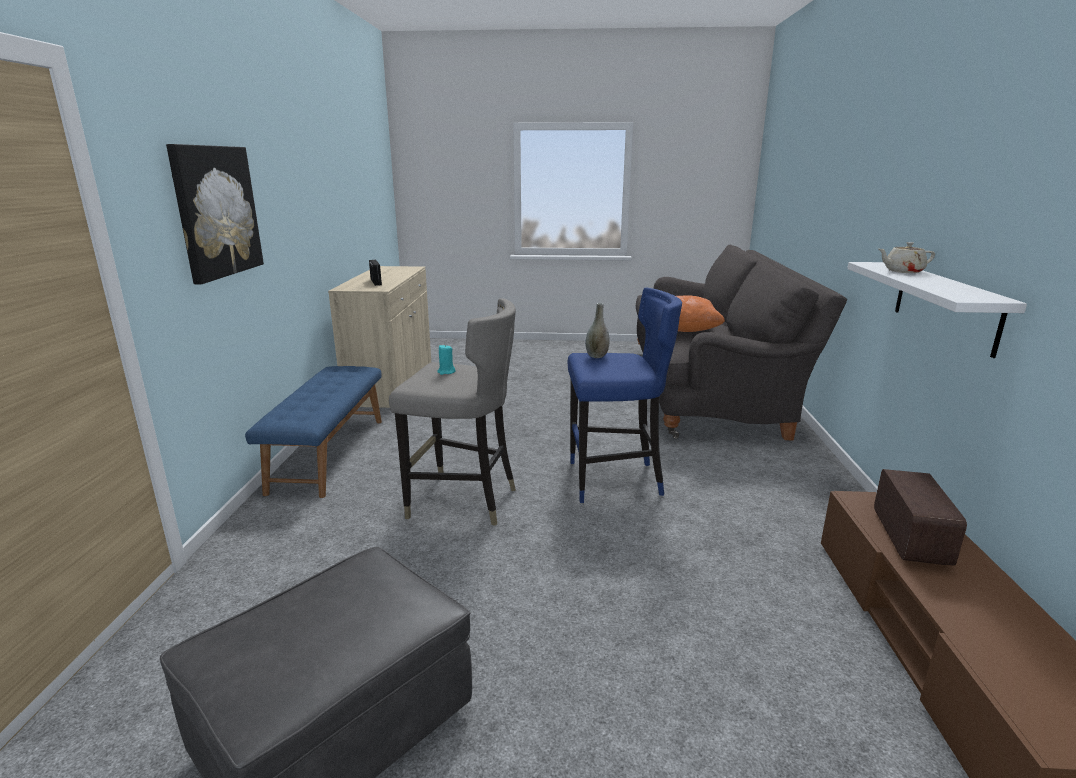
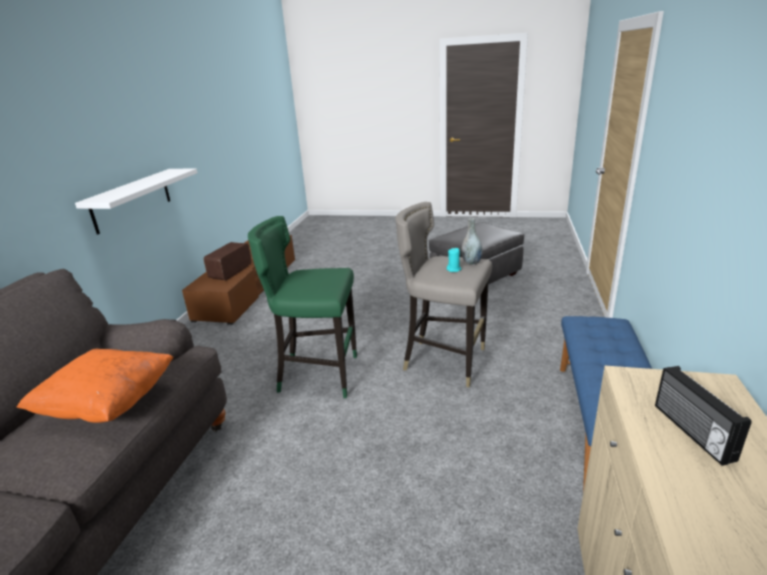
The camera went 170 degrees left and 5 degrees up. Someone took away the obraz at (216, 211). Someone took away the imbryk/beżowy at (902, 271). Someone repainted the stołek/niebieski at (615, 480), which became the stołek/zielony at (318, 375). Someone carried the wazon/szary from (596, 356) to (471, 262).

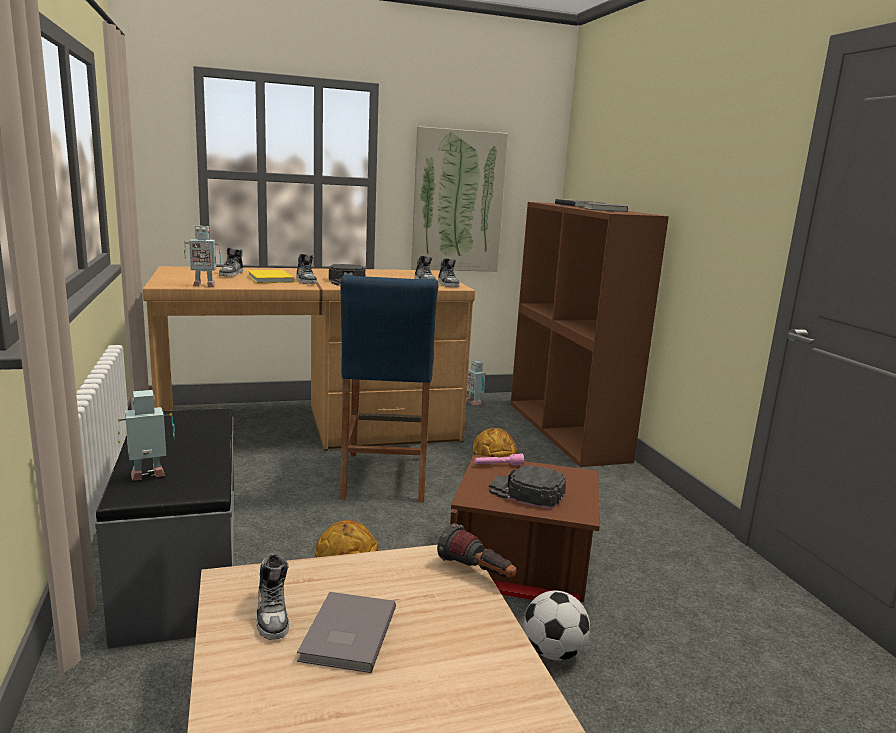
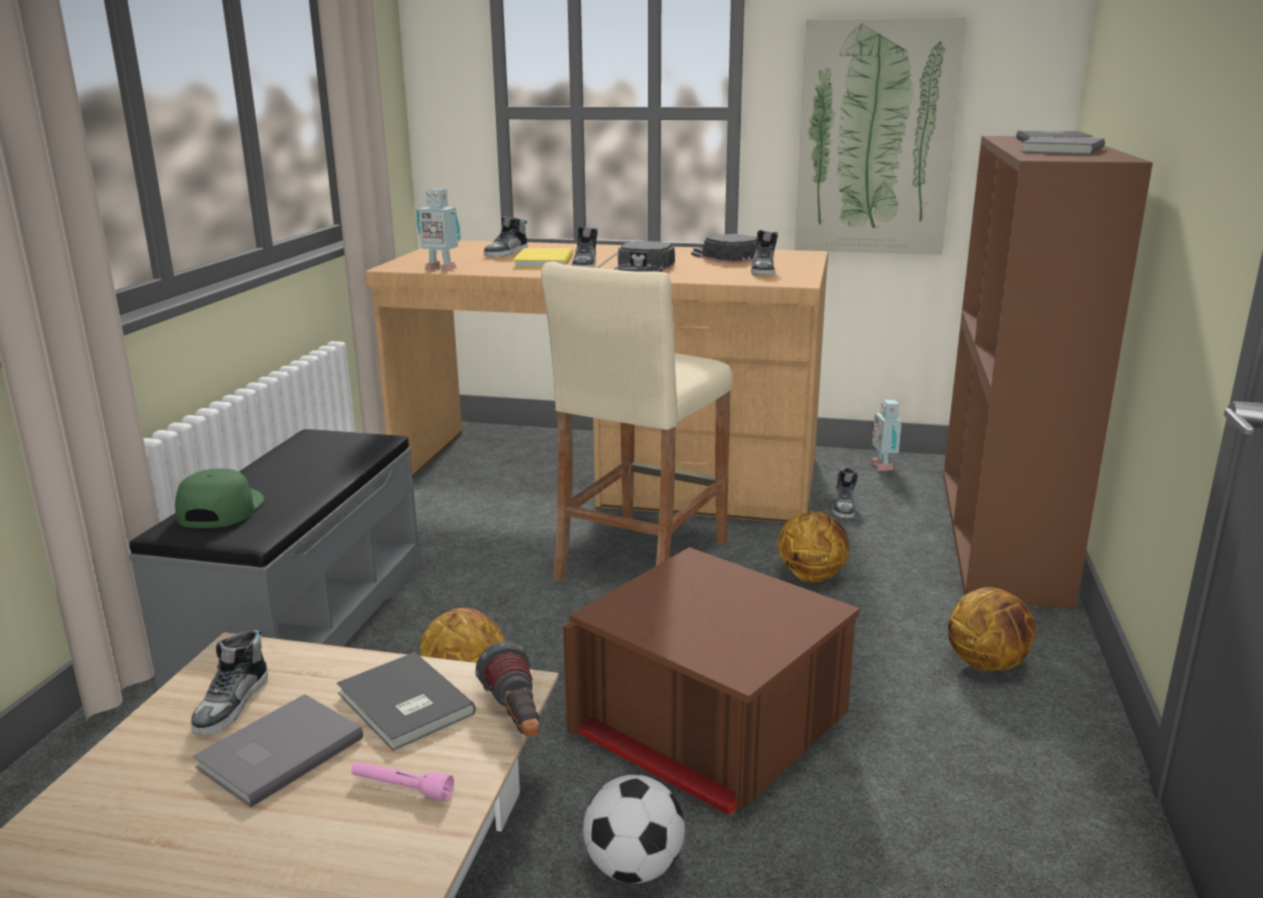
The camera went 30 degrees right and 5 degrees up. Someone carried the but from (448, 284) to (844, 507). Someone repainted the stołek/niebieski at (385, 476), which became the stołek/beżowy at (642, 559). Someone swapped the robot zabawkowy at (149, 476) for the czapka z daszkiem/zielony at (219, 509). Someone carried the latarka/różowy from (498, 465) to (402, 788). Someone carried the czapka z daszkiem/czarny from (527, 493) to (725, 256). Someone put down the piłka do koszykówki at (988, 664). Someone put down the książka/szary at (403, 705).

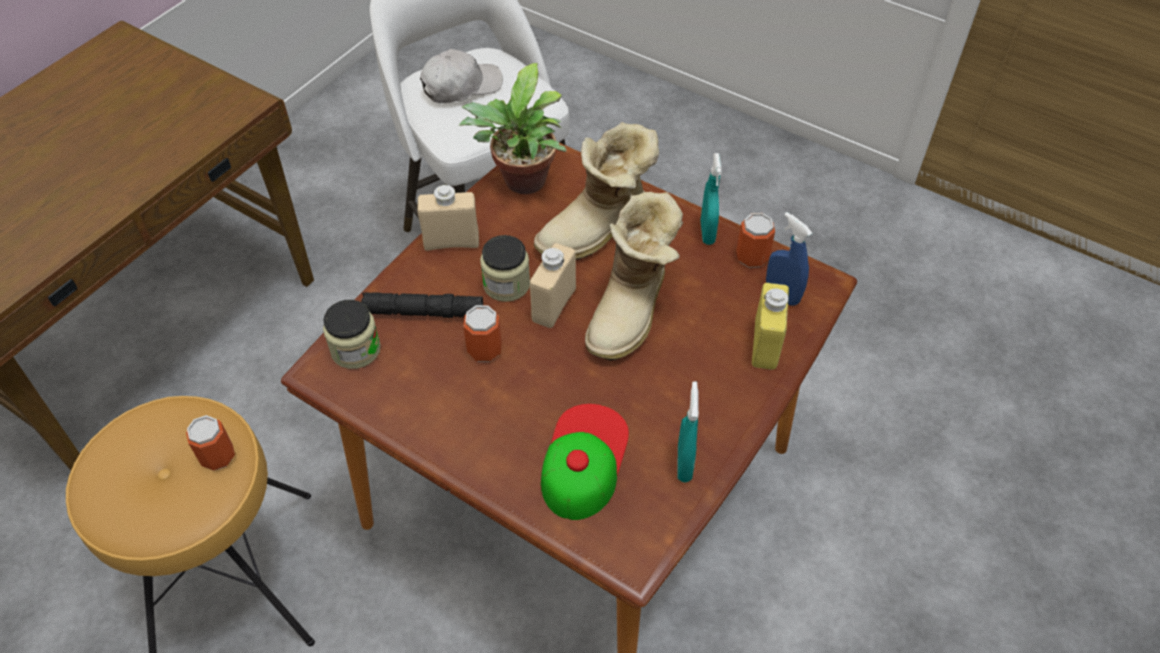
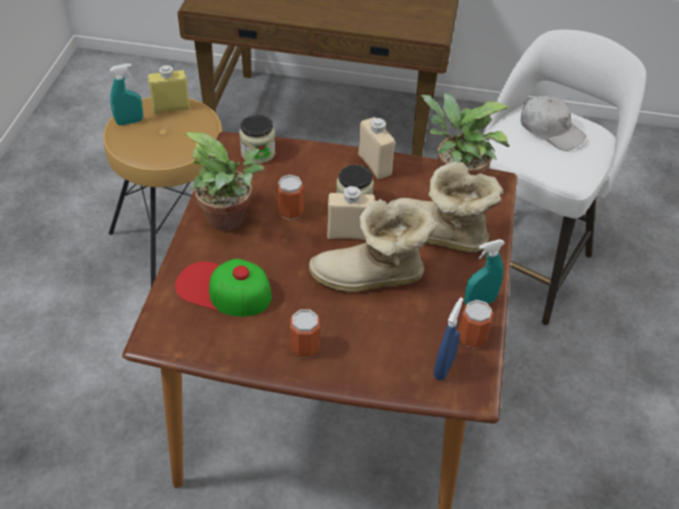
The camera went 65 degrees right and 5 degrees down. Someone carried the butelka/żółty from (765, 345) to (171, 108). Someone took away the latarka/czarny at (422, 312). Someone carried the spryskiwacz/turkusowy from (684, 464) to (129, 122). Someone rotated the czapka z daszkiem at (583, 459) by 150 degrees counterclockwise. Someone carried the puszka from (218, 456) to (304, 347). Someone put down the roślina doniczkowa at (230, 220).

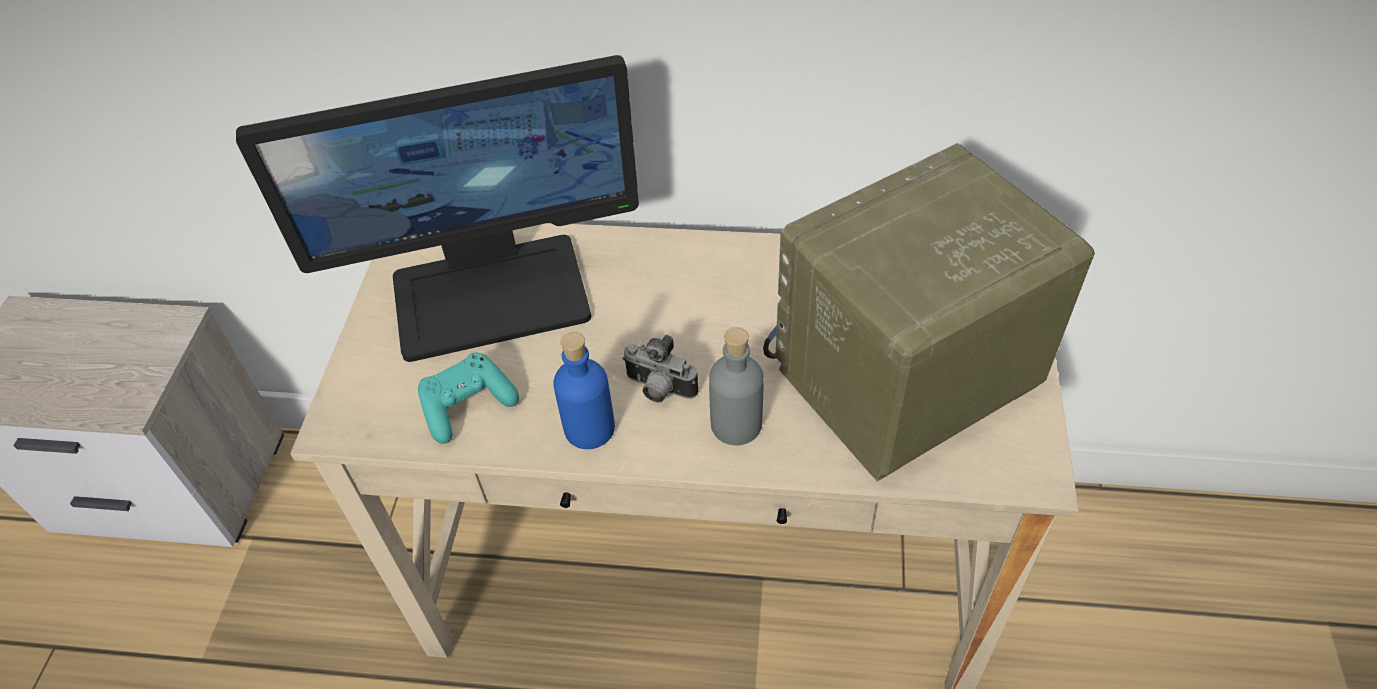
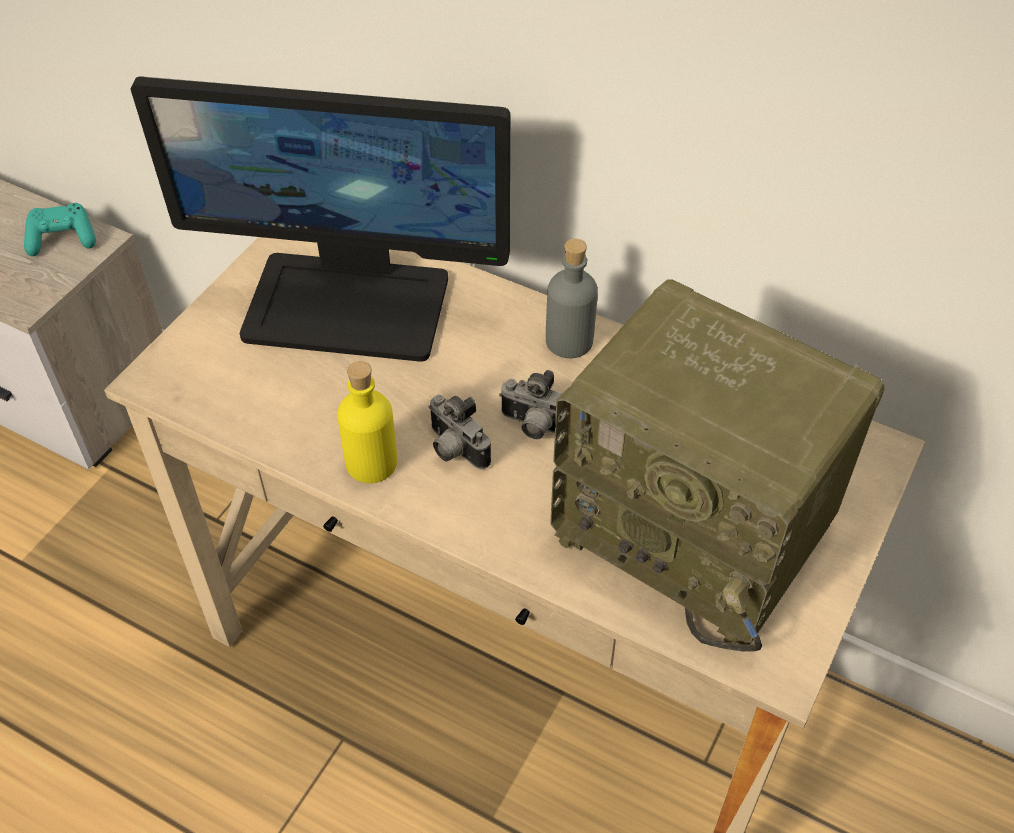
The camera went 20 degrees right and 0 degrees up. Someone rotated the radio at (905, 382) by 135 degrees counterclockwise. Someone carried the butelka/szary from (736, 424) to (569, 341). Someone repainted the butelka/niebieski at (589, 428), which became the butelka/żółty at (371, 462). Someone carried the pad do gier/turkusowy from (468, 406) to (62, 239). Someone put down the aparat fotograficzny at (535, 427).

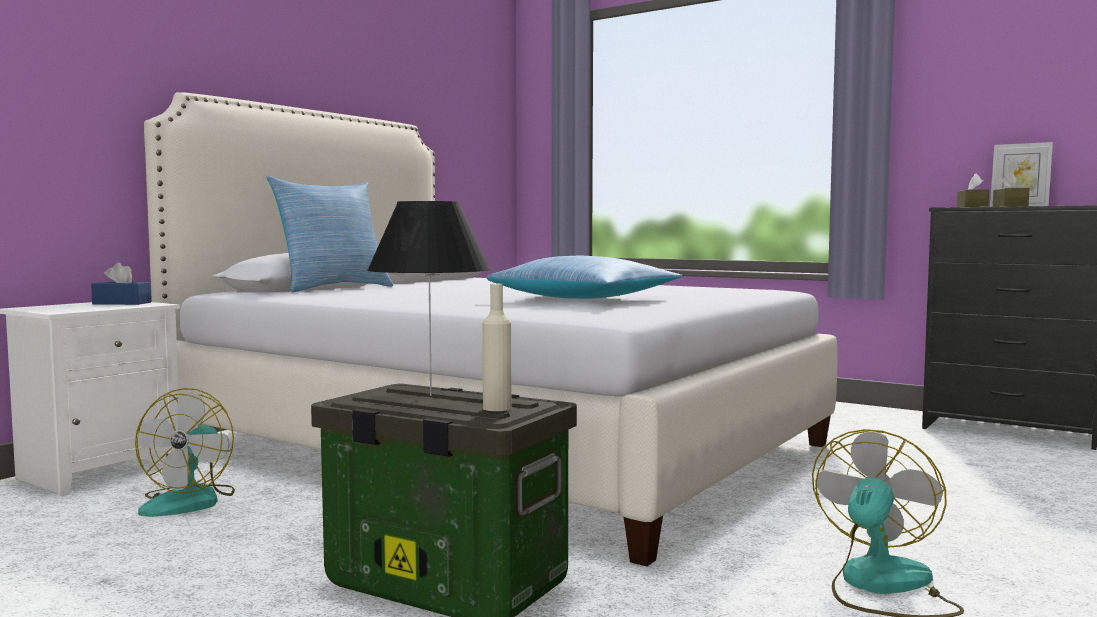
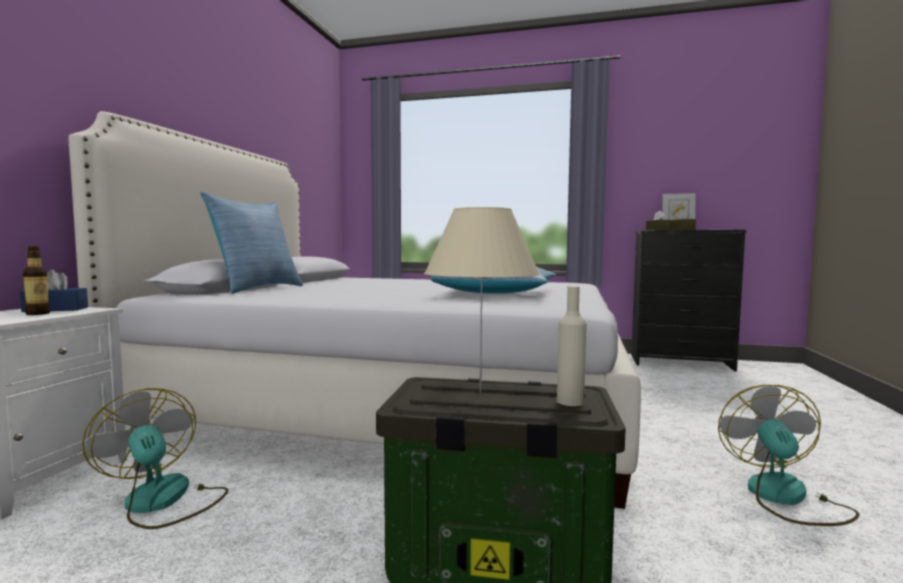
The camera went 20 degrees left and 0 degrees up. Someone repainted the lampa stołowa/czarny at (430, 395), which became the lampa stołowa/beżowy at (480, 391). Someone rotated the wentylator at (190, 501) by 150 degrees clockwise. Someone put down the butelka at (38, 313).

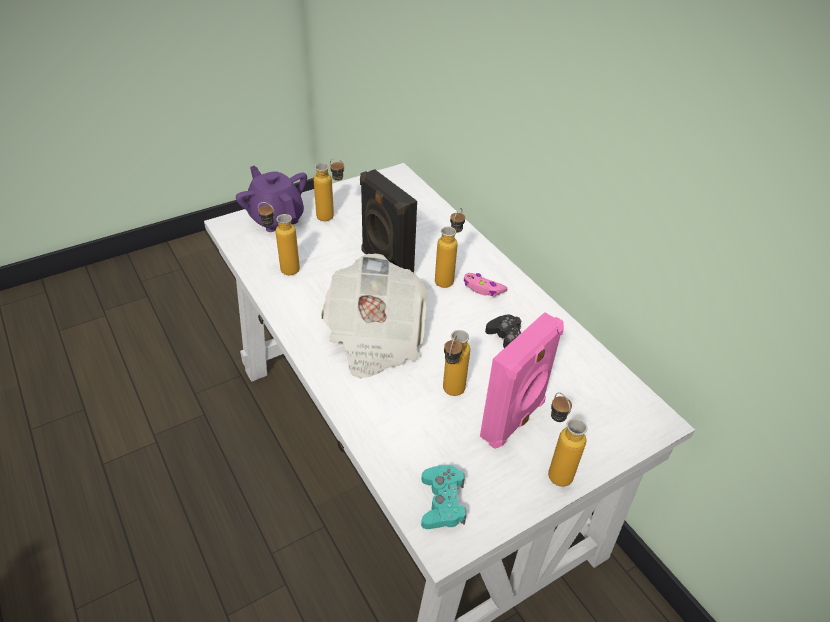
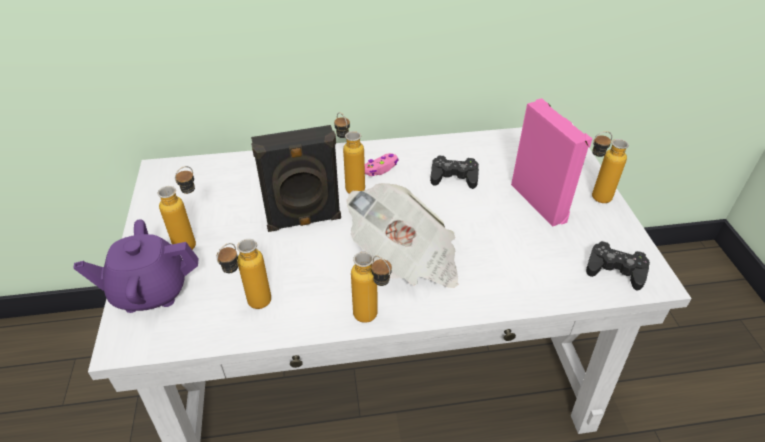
The camera went 65 degrees left and 0 degrees up. Someone carried the butelka from (450, 395) to (372, 319). Someone repainted the pad do gier/turkusowy at (442, 502), which became the pad do gier/czarny at (615, 270).

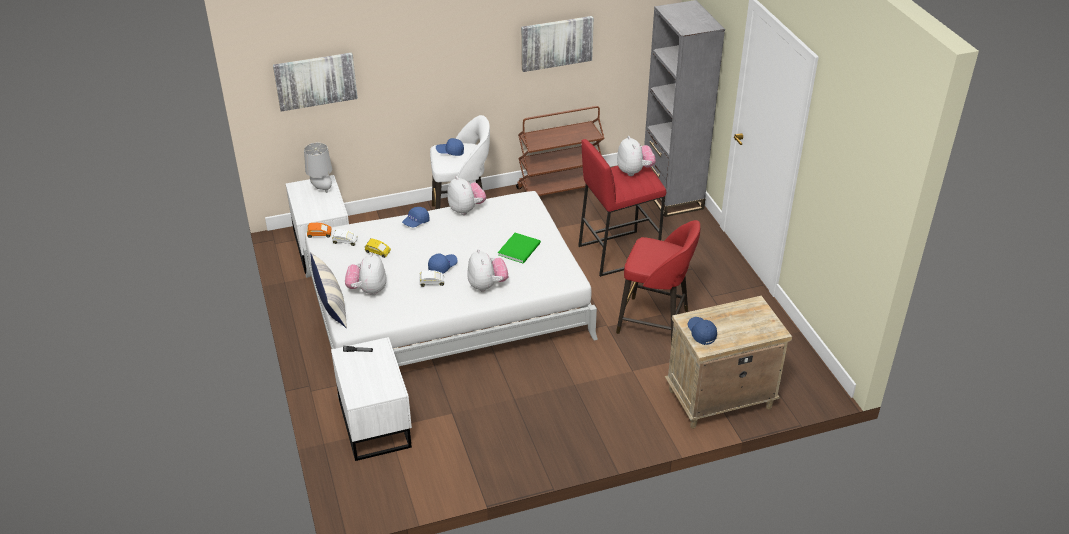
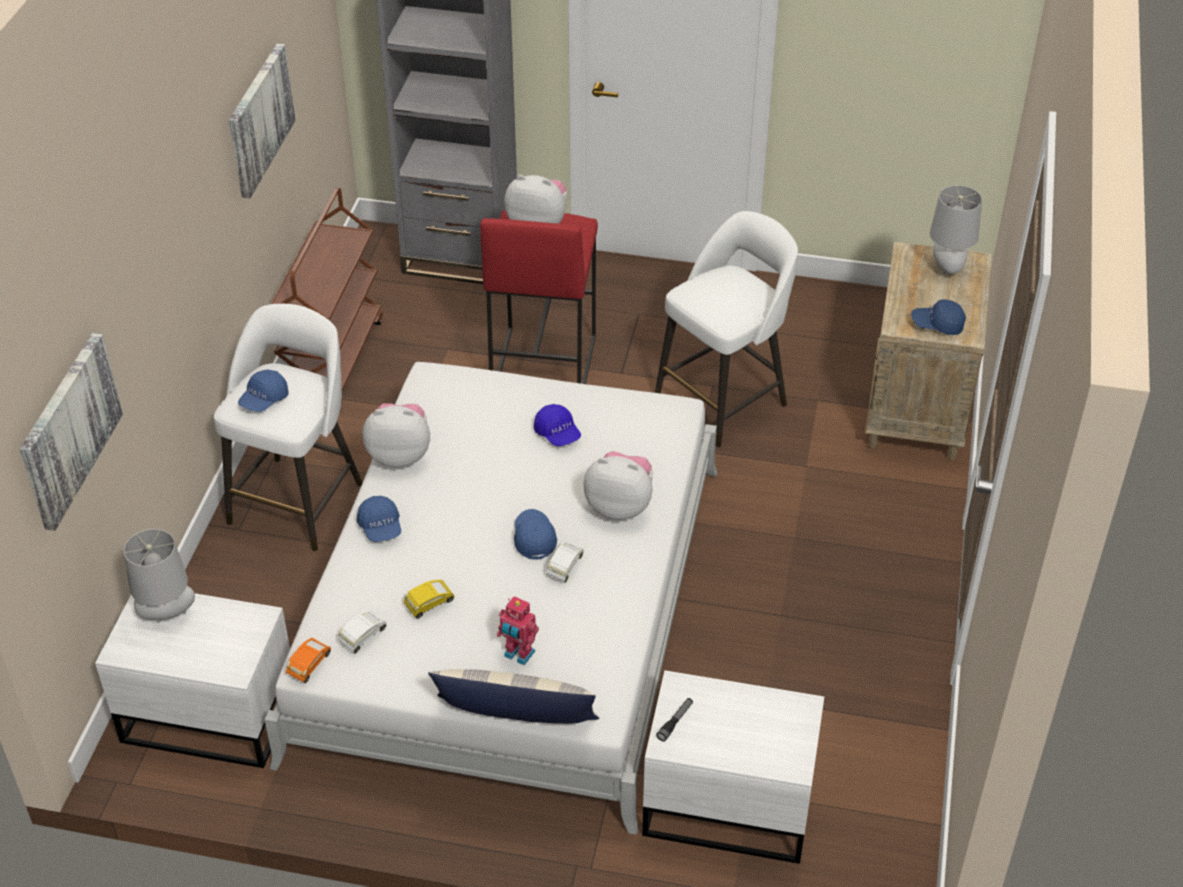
The camera went 60 degrees left and 5 degrees up. Someone repainted the stołek/czerwony at (655, 322), which became the stołek/biały at (723, 400). Someone swapped the książka/zielony at (520, 249) for the czapka z daszkiem/niebieski at (557, 434). Someone swapped the pluszak at (368, 290) for the robot zabawkowy at (518, 655). Someone put down the lampa stołowa/szary at (948, 268).

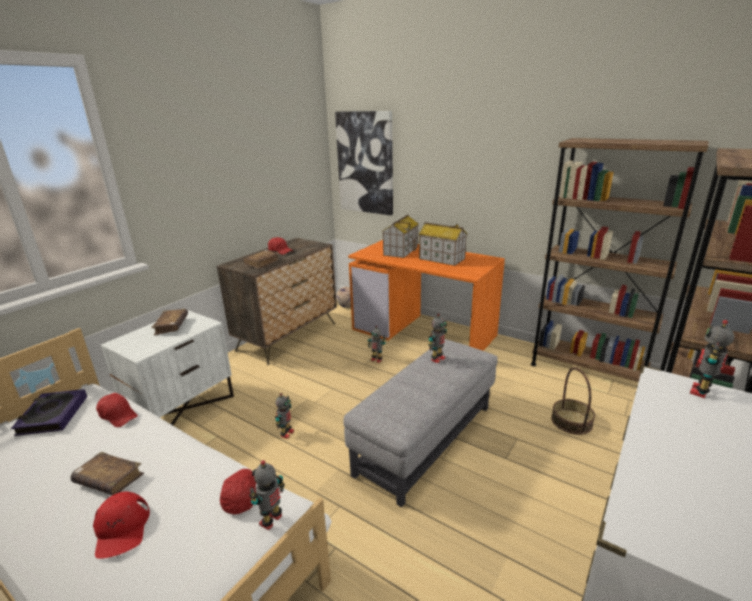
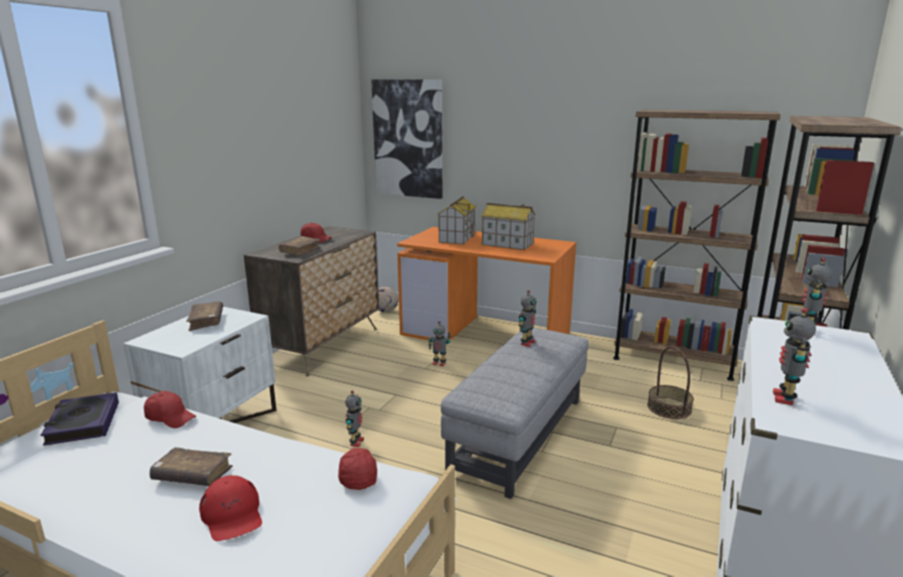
The camera went 10 degrees left and 5 degrees down. Someone carried the robot zabawkowy from (272, 521) to (785, 398).

